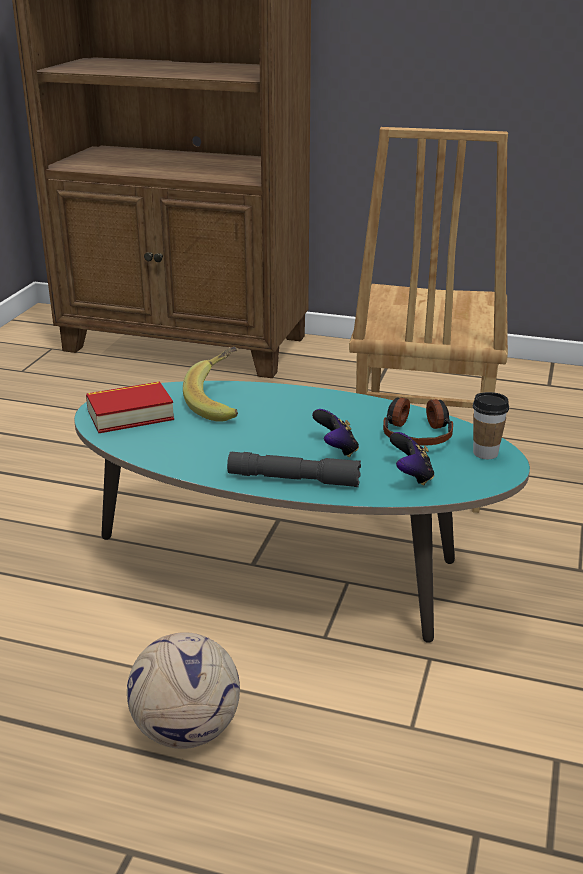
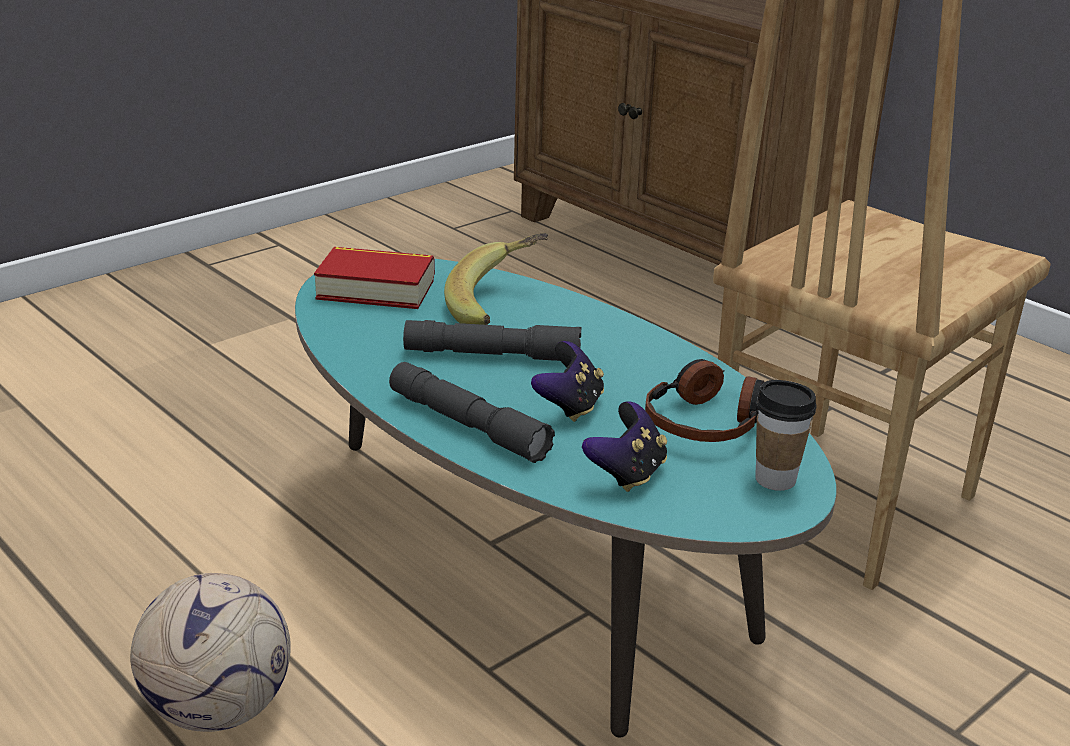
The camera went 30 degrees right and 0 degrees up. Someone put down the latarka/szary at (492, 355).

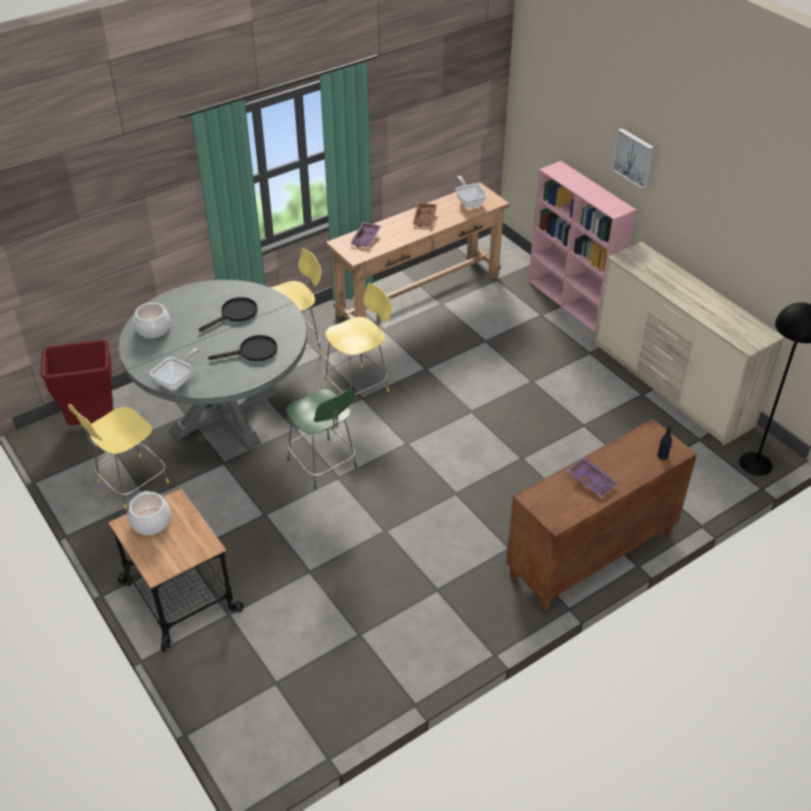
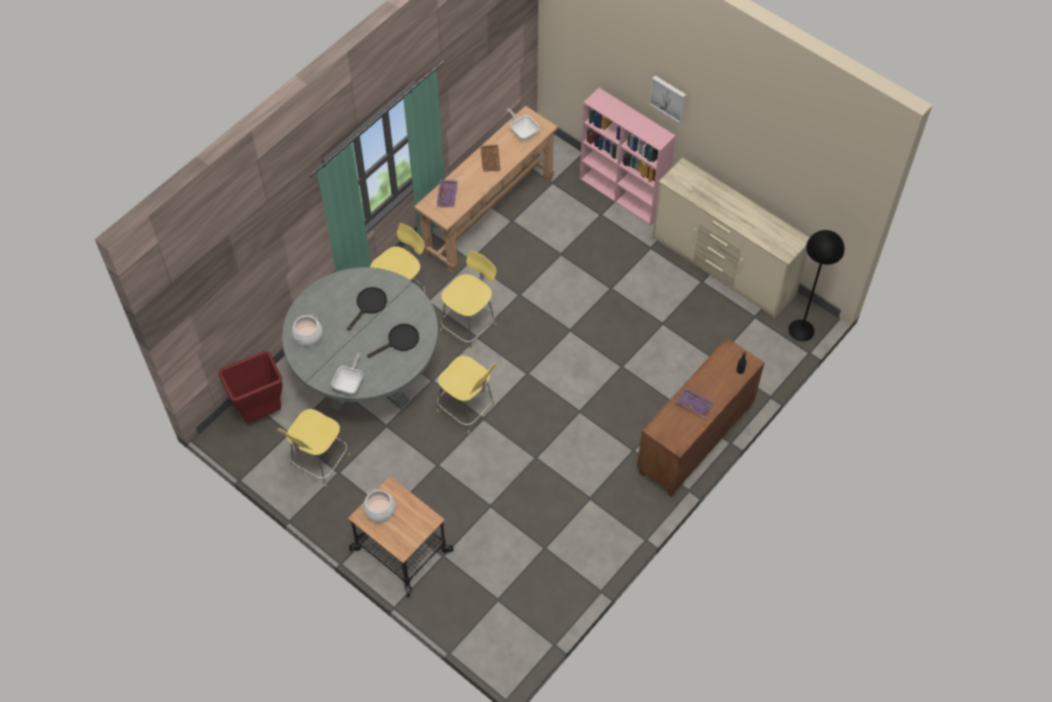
The camera went 15 degrees left and 15 degrees up. Someone repainted the stołek/zielony at (323, 465), which became the stołek/żółty at (467, 409).

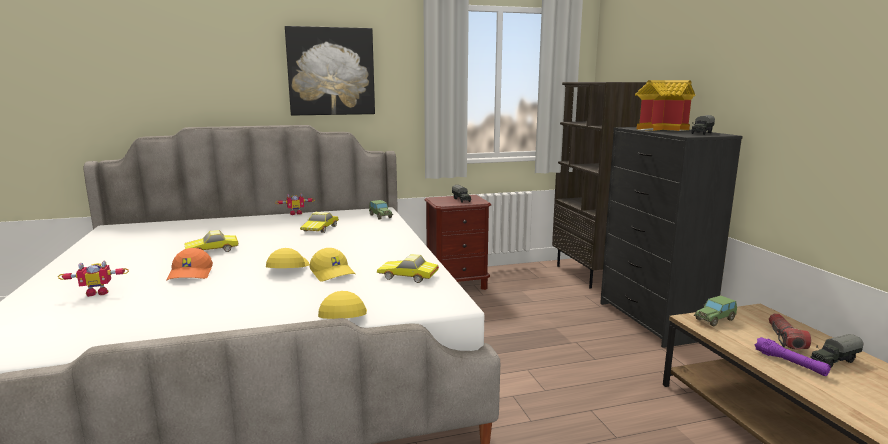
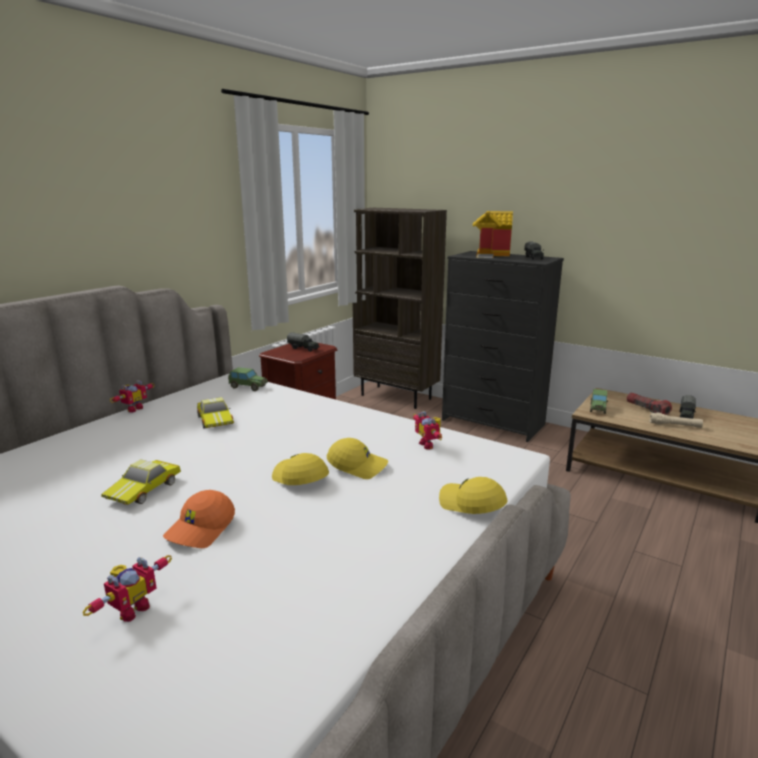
The camera went 40 degrees left and 5 degrees up. Someone took away the obraz at (331, 71). Someone rotated the czapka z daszkiem/pomarańczowy at (191, 274) by 75 degrees clockwise. Someone swapped the samochodzik at (408, 276) for the robot zabawkowy at (429, 444). Someone repainted the latarka/fioletowy at (790, 363), which became the latarka/beżowy at (675, 425).

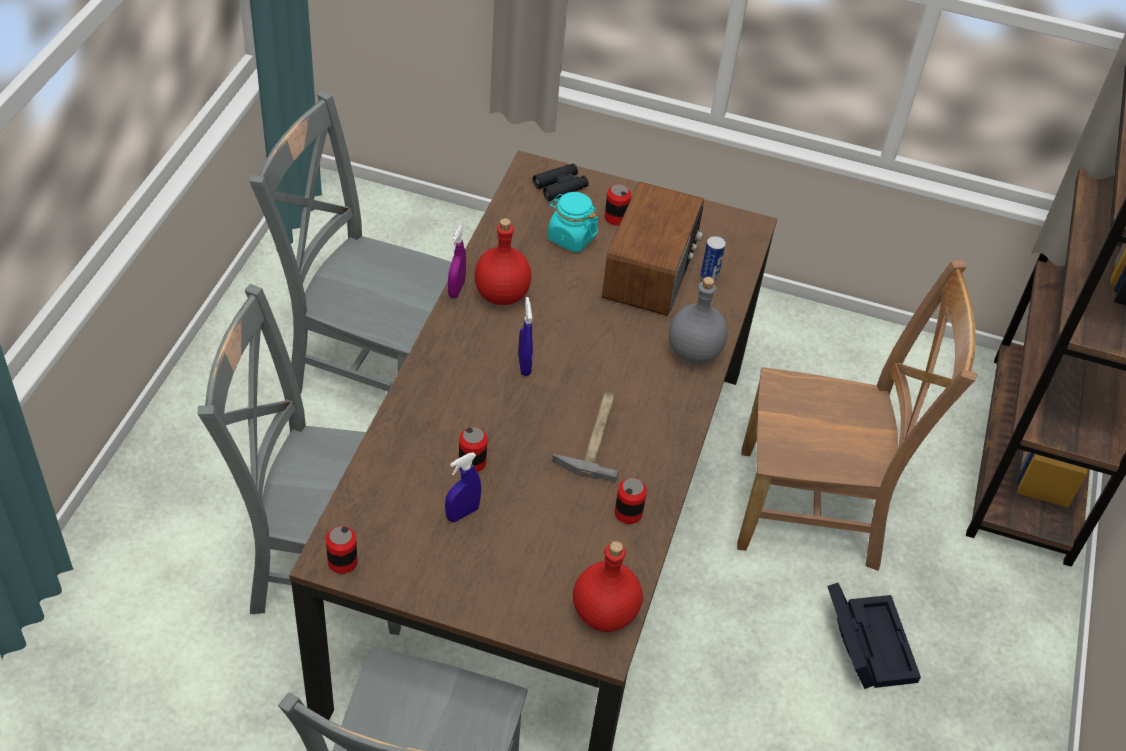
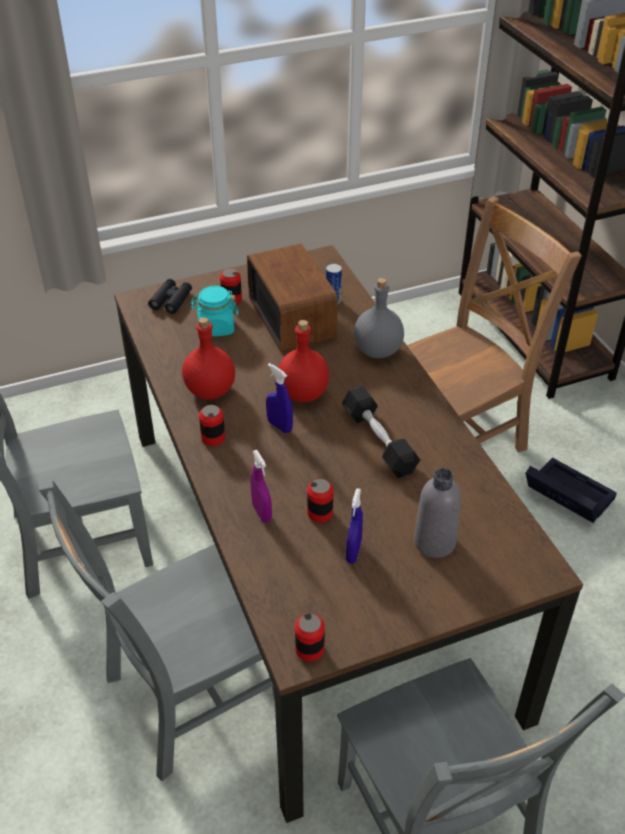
The camera went 35 degrees left and 5 degrees down. Someone carried the spryskiwacz/fioletowy from (456, 289) to (262, 513). Someone swapped the młotek at (594, 435) for the hantel/czarny at (379, 441). Someone carried the puszka from (628, 513) to (213, 438). Someone carried the butelka/czerwony from (605, 614) to (304, 394). Someone put down the butelka/szary at (434, 542).

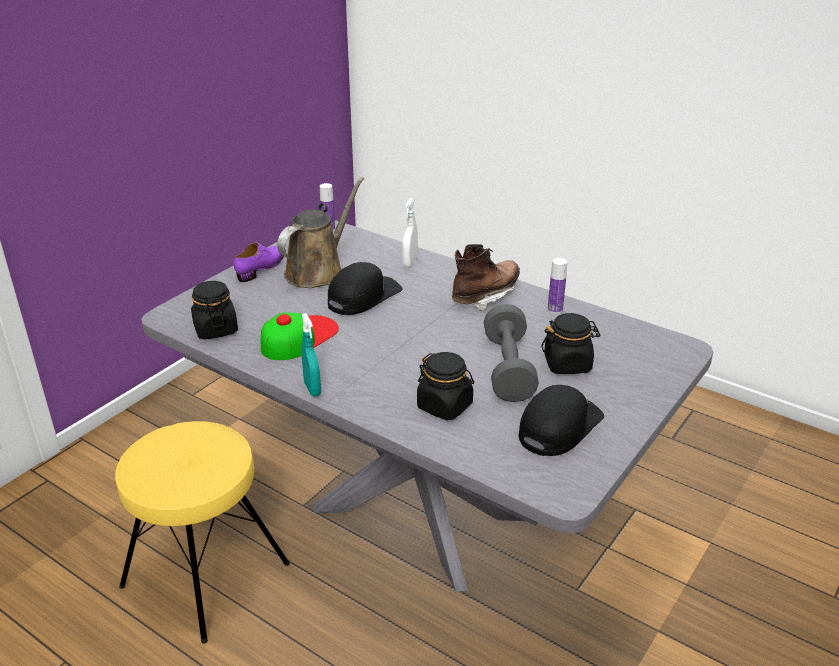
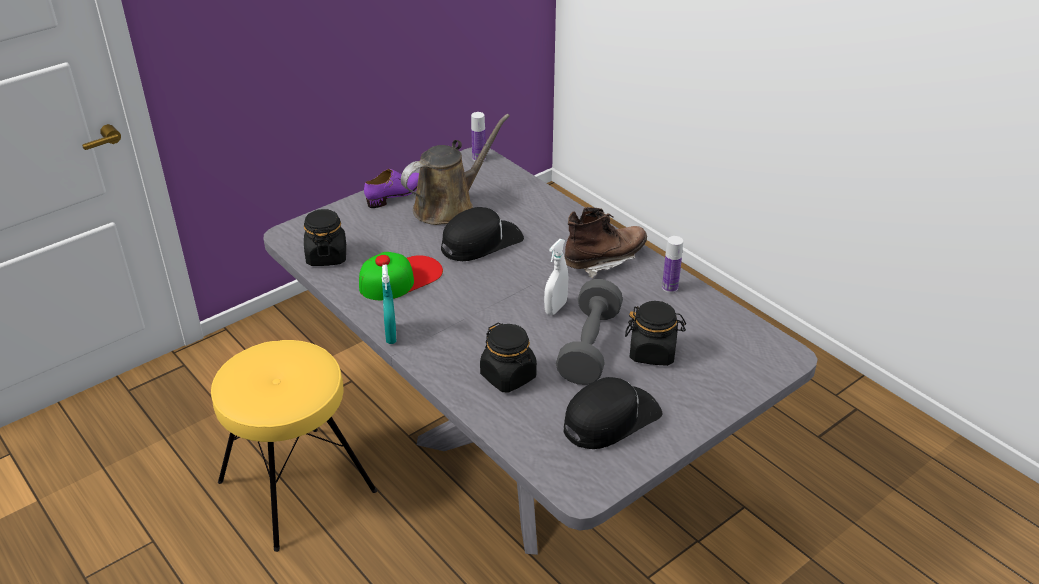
The camera went 15 degrees right and 5 degrees up. Someone carried the spryskiwacz/biały from (410, 262) to (555, 308).

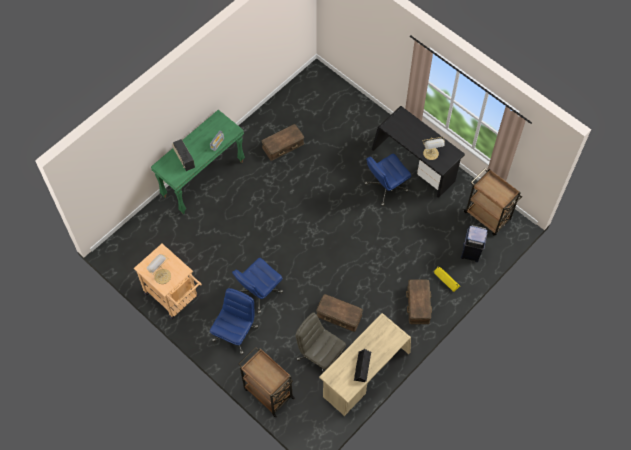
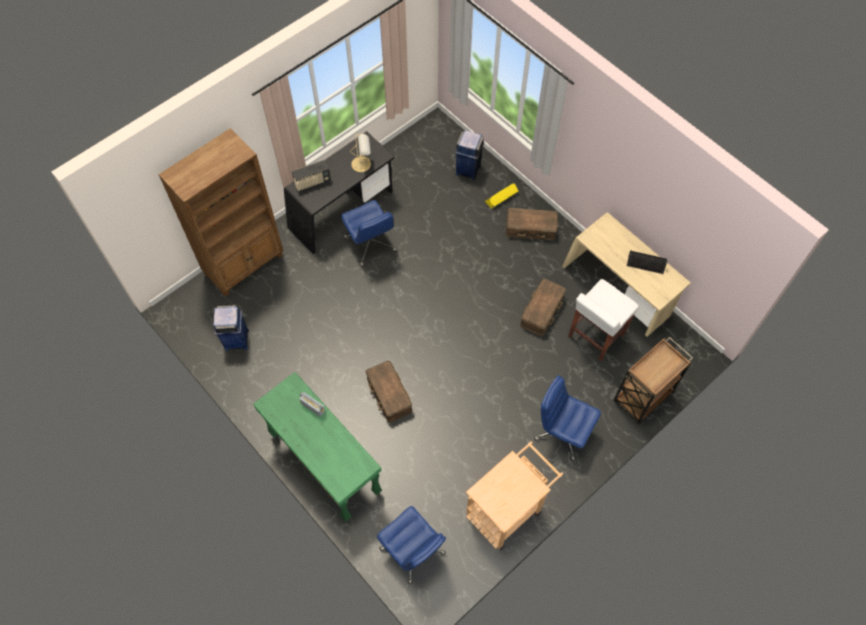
The camera went 85 degrees left and 0 degrees up. Someone carried the pojemnik do przechowywania/brązowy from (283, 145) to (388, 394). Someone carried the radio from (184, 159) to (312, 182). Someone took away the wózek/brązowy at (488, 216). Someone took away the lampa stołowa at (161, 276). Someone carried the krzesło biurowe/niebieski from (259, 293) to (413, 551). Someone swapped the krzesło biurowe/szary at (320, 356) for the stołek/biały at (595, 336). Someone put down the regał/brązowy at (245, 264). Someone put down the kosz na śmieci/niebieski at (236, 340).

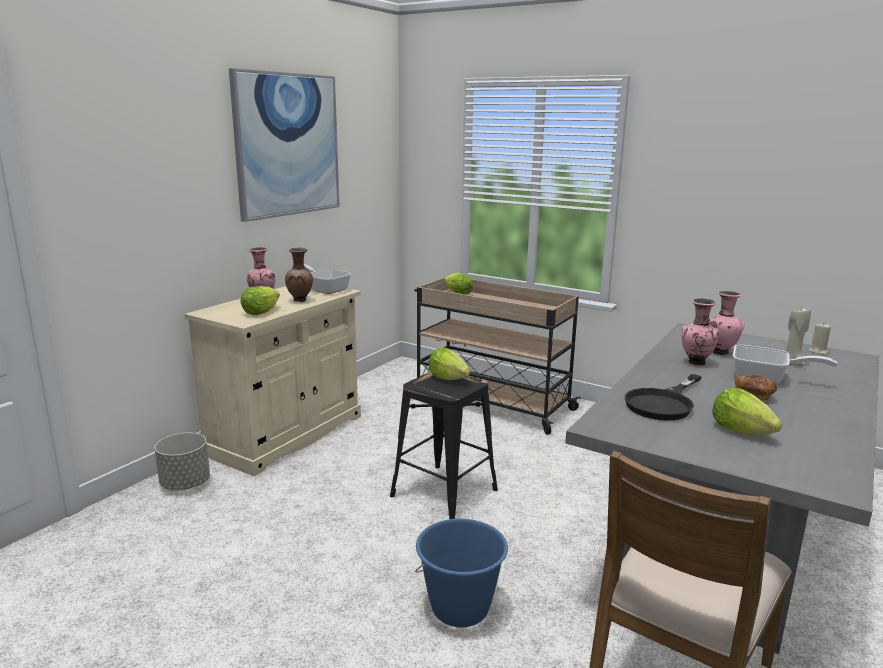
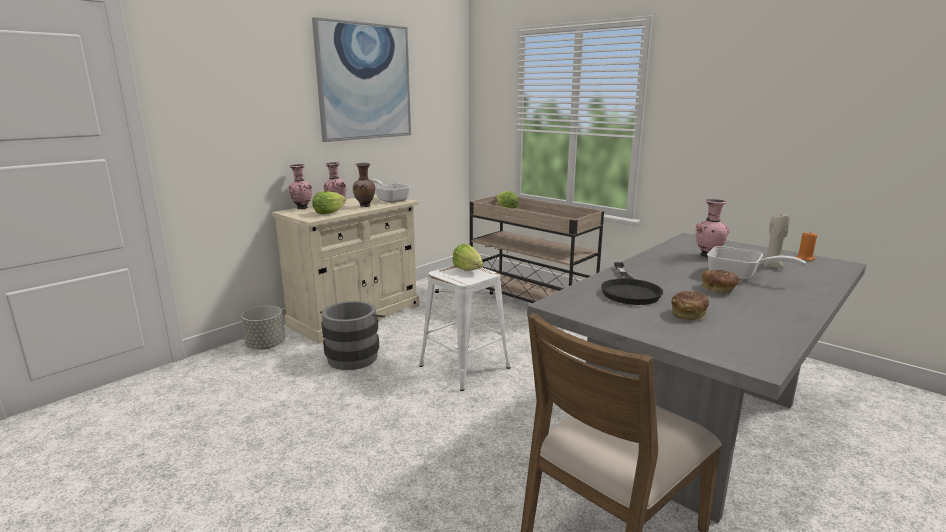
The camera went 10 degrees right and 0 degrees up. Someone carried the wazon/różowy from (695, 363) to (301, 208). Someone repainted the świeca/beżowy at (818, 351), which became the świeca/pomarańczowy at (805, 258). Someone repainted the stołek/czarny at (443, 493), which became the stołek/biały at (463, 367). Someone rotated the patelnia/czarny at (663, 403) by 45 degrees counterclockwise. Someone swapped the sałata at (741, 430) for the chleb at (689, 314). Someone took away the wiadro/niebieski at (460, 608). Someone put down the wiadro/szary at (354, 355).

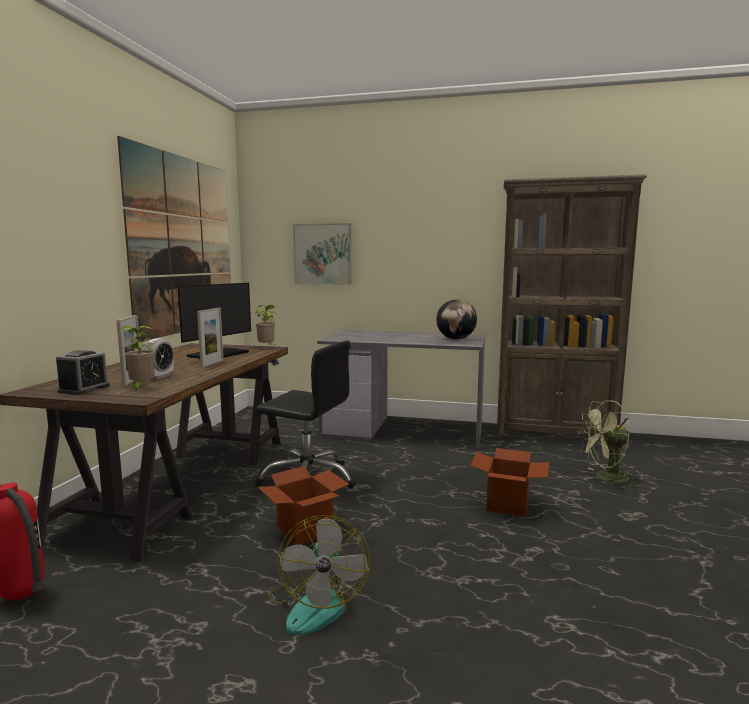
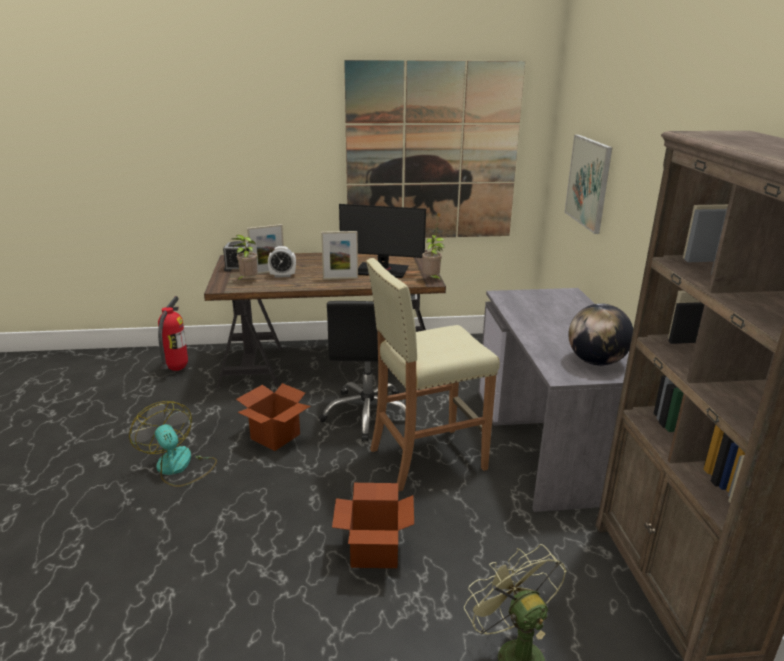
The camera went 70 degrees right and 15 degrees up. Someone rotated the wentylator at (316, 604) by 75 degrees clockwise. Someone put down the stołek/beżowy at (426, 459).

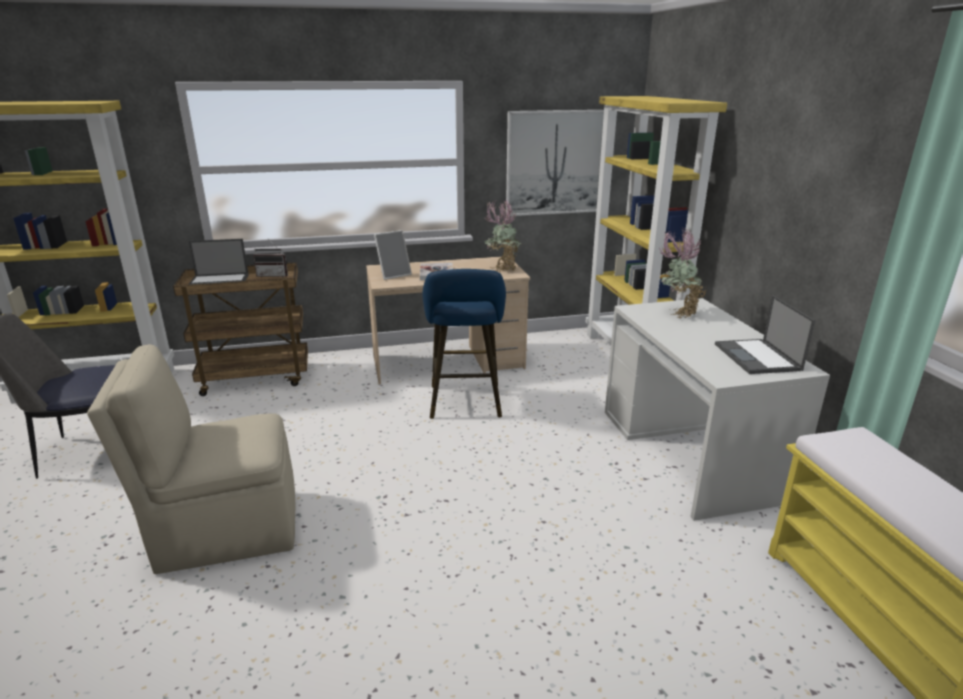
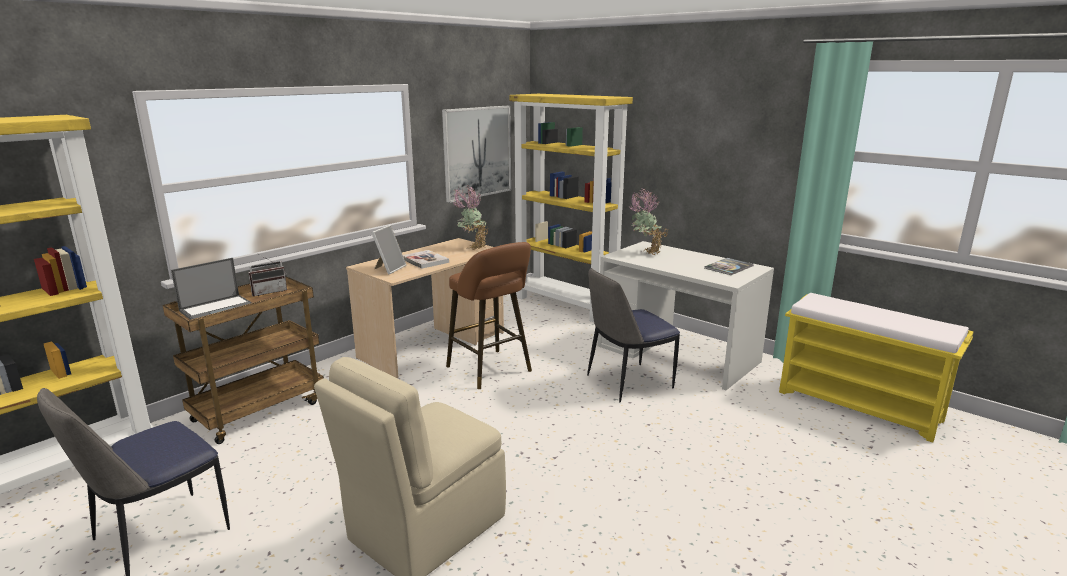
The camera went 35 degrees left and 5 degrees down. Someone repainted the stołek/niebieski at (465, 404), which became the stołek/brązowy at (491, 370). Someone swapped the laptop at (758, 357) for the książka at (729, 267). Someone put down the krzesło at (627, 382).

